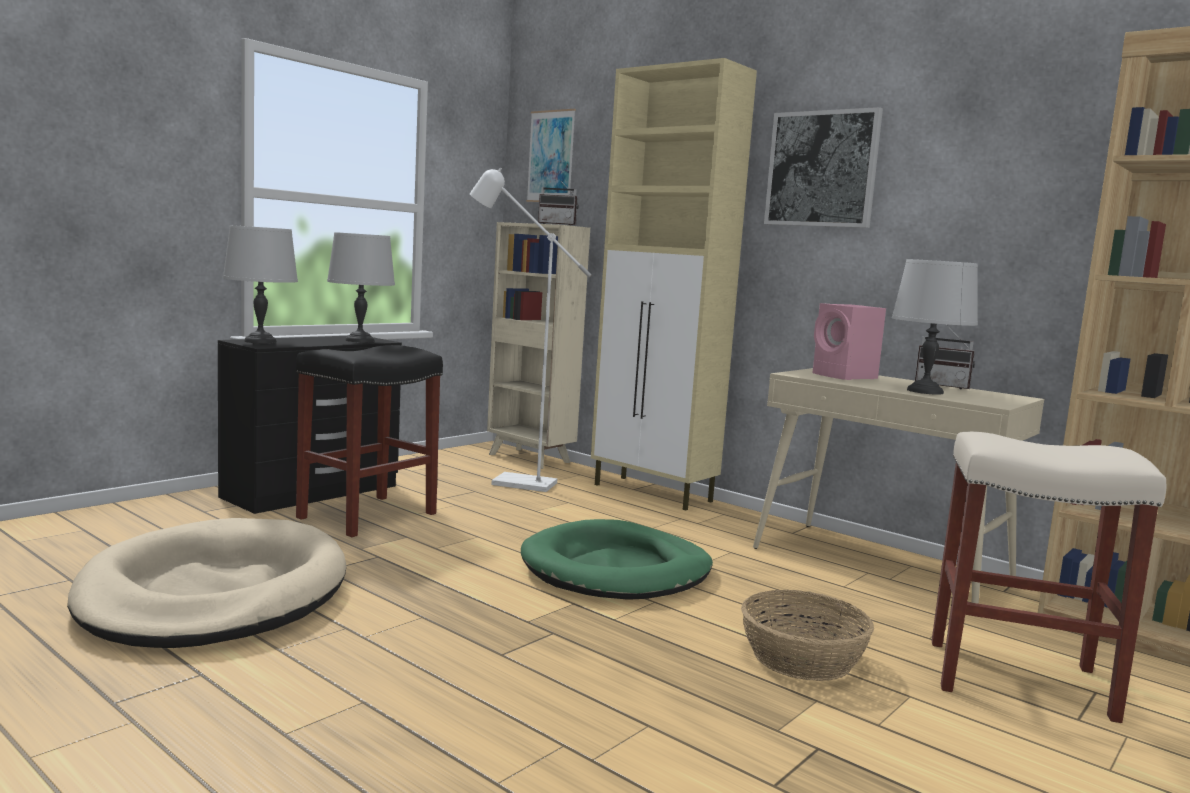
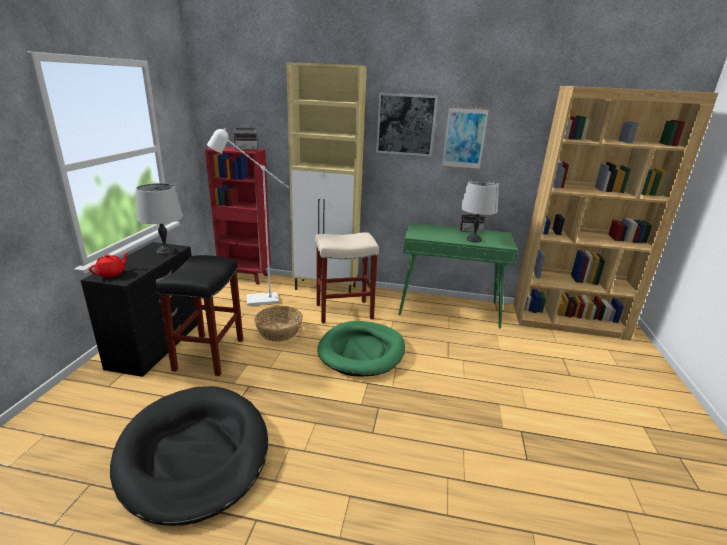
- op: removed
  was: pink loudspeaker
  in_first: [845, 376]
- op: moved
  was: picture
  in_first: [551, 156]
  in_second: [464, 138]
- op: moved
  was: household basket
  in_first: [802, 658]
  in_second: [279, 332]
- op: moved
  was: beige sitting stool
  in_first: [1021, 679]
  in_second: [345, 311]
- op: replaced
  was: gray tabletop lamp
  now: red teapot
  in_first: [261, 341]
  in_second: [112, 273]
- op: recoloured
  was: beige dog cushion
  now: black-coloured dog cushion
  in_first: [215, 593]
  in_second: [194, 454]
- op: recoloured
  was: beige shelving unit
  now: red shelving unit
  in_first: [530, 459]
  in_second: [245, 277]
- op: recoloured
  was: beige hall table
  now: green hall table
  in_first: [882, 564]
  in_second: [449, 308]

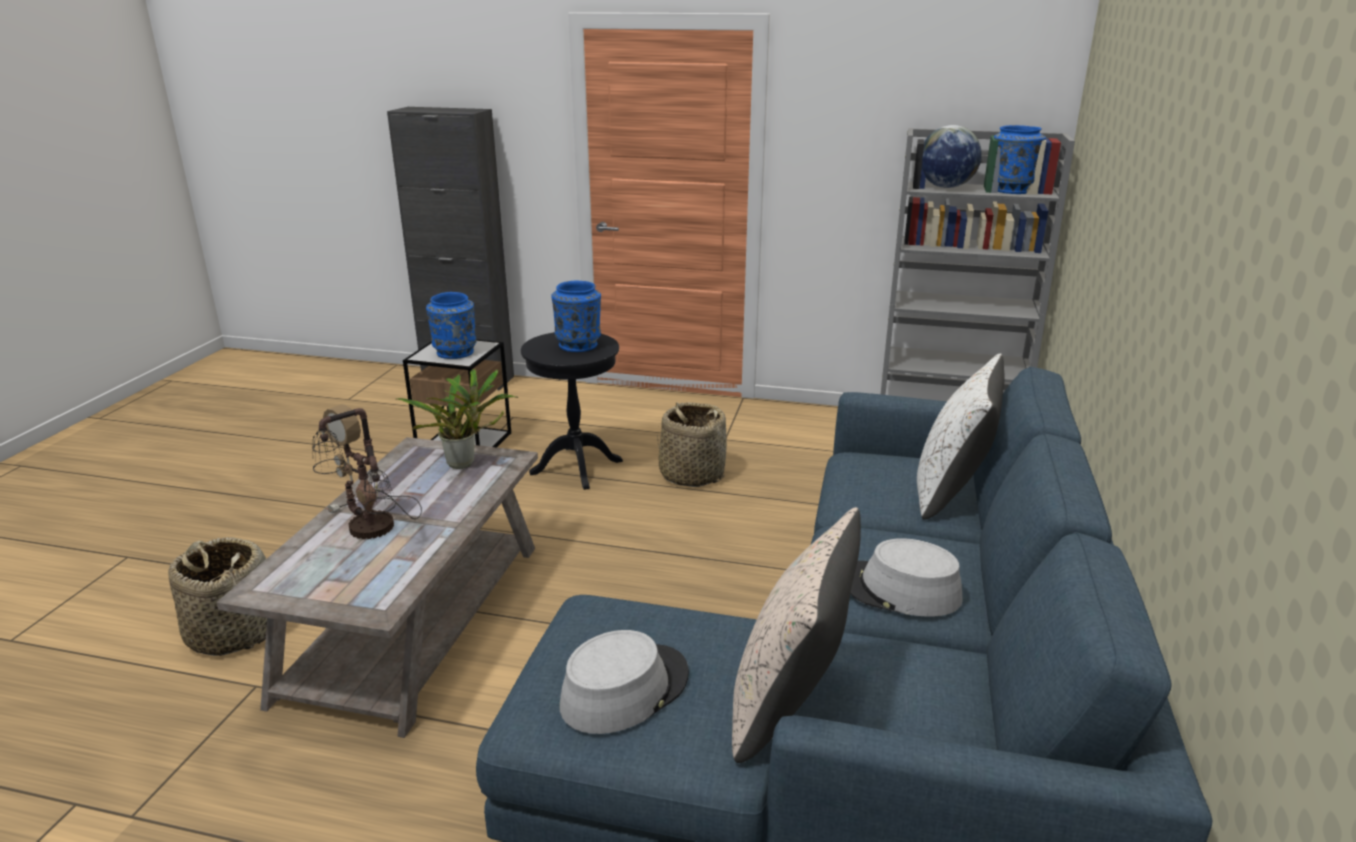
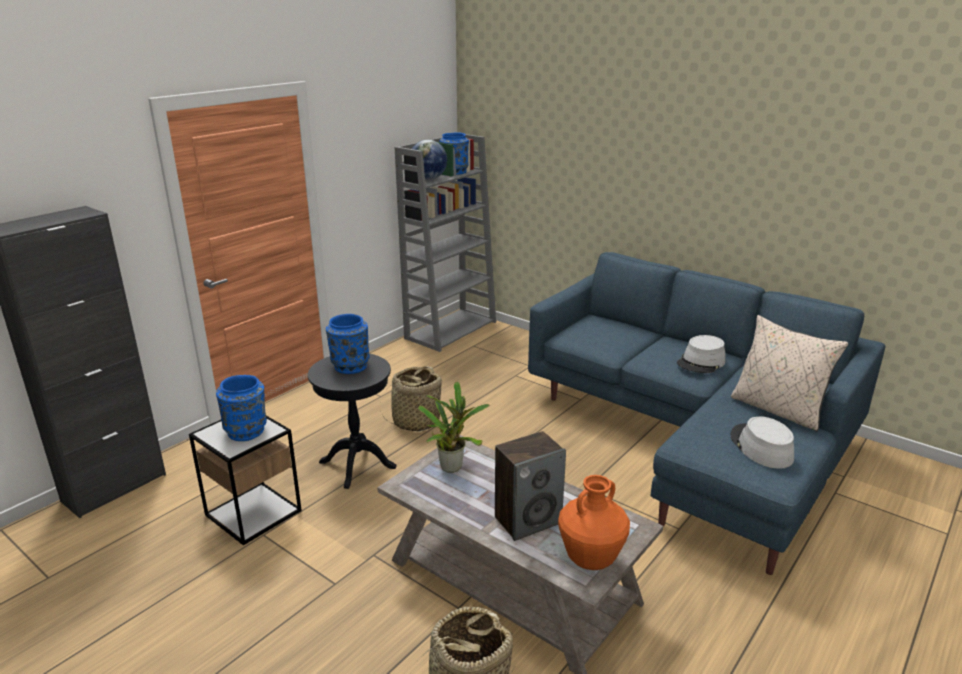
- op: removed
  was: whitish throw pillow
  in_first: [951, 491]
- op: added
  now: orange flower vase
  in_second: [590, 560]
- op: replaced
  was: tabletop lamp
  now: loudspeaker
  in_first: [371, 529]
  in_second: [528, 520]

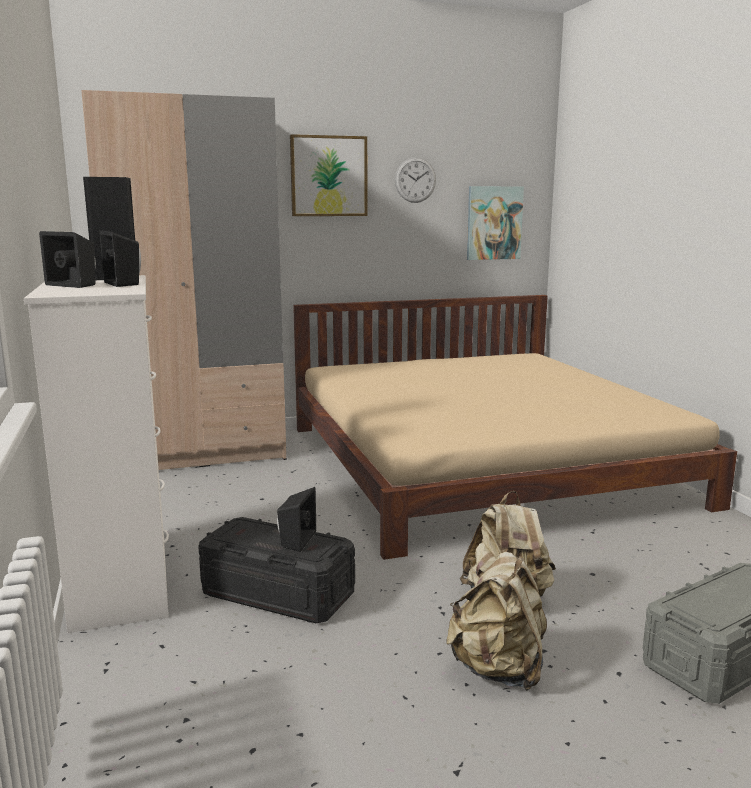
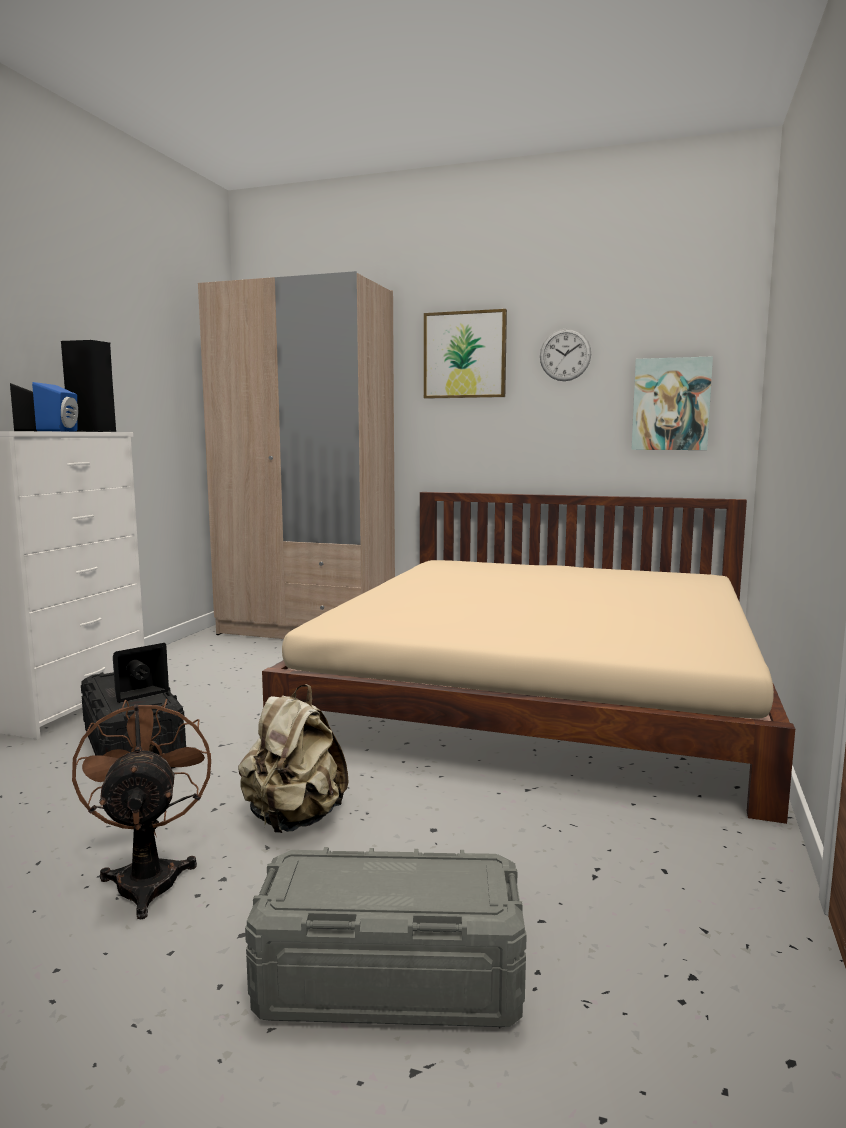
- op: replaced
  was: beige backpack
  now: brownish cooling fan
  in_first: [498, 670]
  in_second: [148, 876]
- op: recoloured
  was: black-coloured loudspeaker
  now: blue loudspeaker
  in_first: [125, 283]
  in_second: [61, 431]

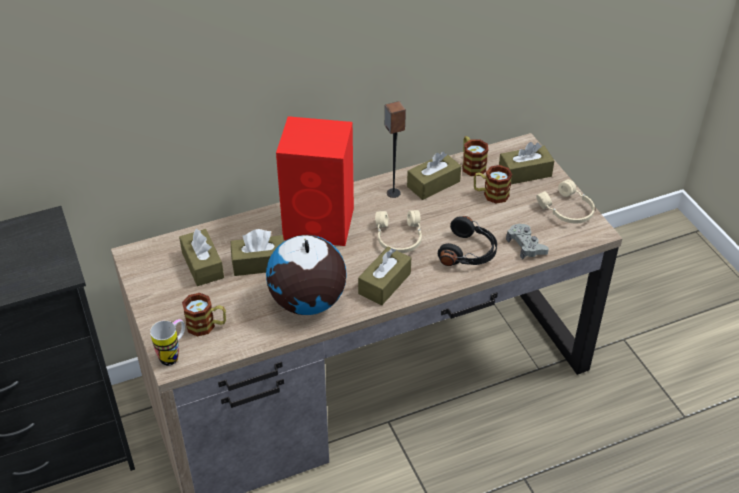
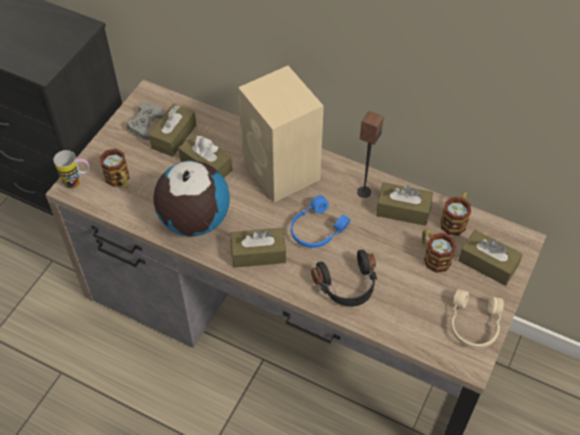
- op: moved
  was: gray gamepad
  in_first: [526, 245]
  in_second: [146, 124]
- op: recoloured
  was: red loudspeaker
  now: beige loudspeaker
  in_first: [321, 224]
  in_second: [282, 172]
- op: recoloured
  was: beige headset
  now: blue headset
  in_first: [398, 238]
  in_second: [316, 229]

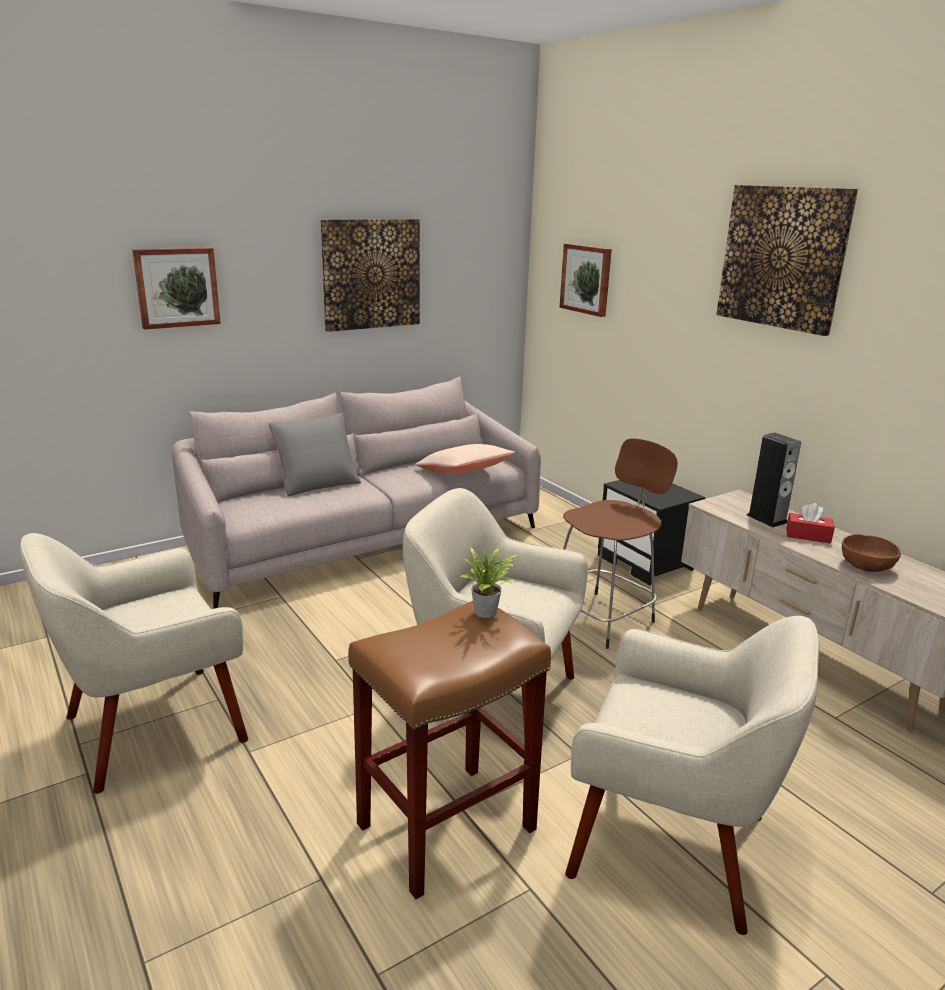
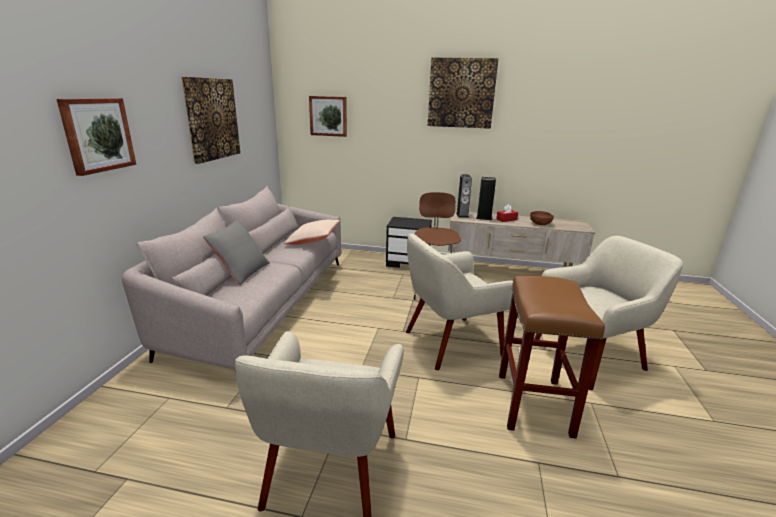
- op: removed
  was: houseplant
  in_first: [488, 612]
- op: added
  now: loudspeaker
  in_second: [462, 215]

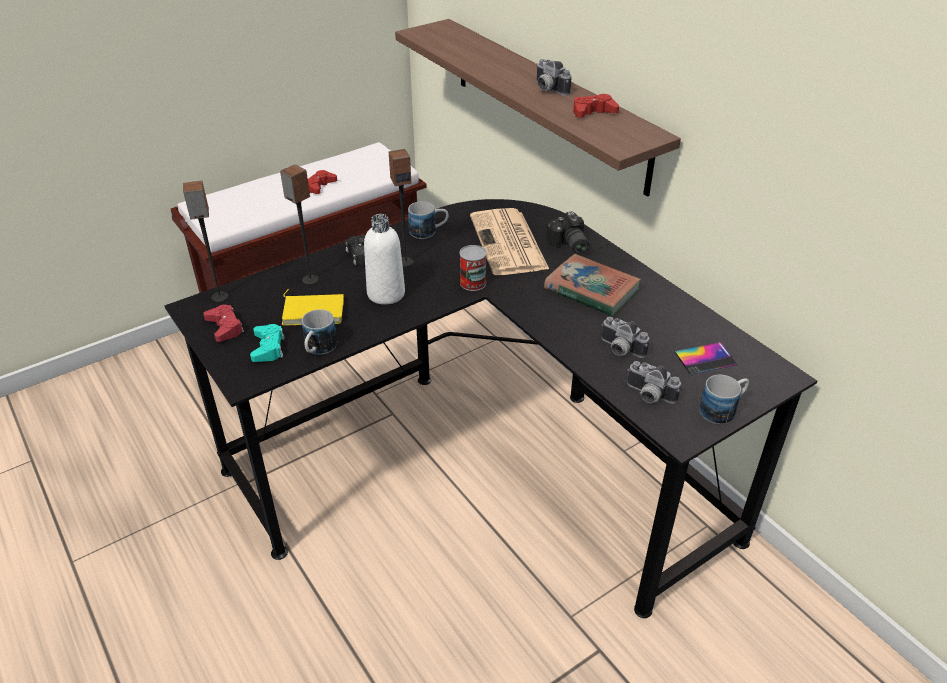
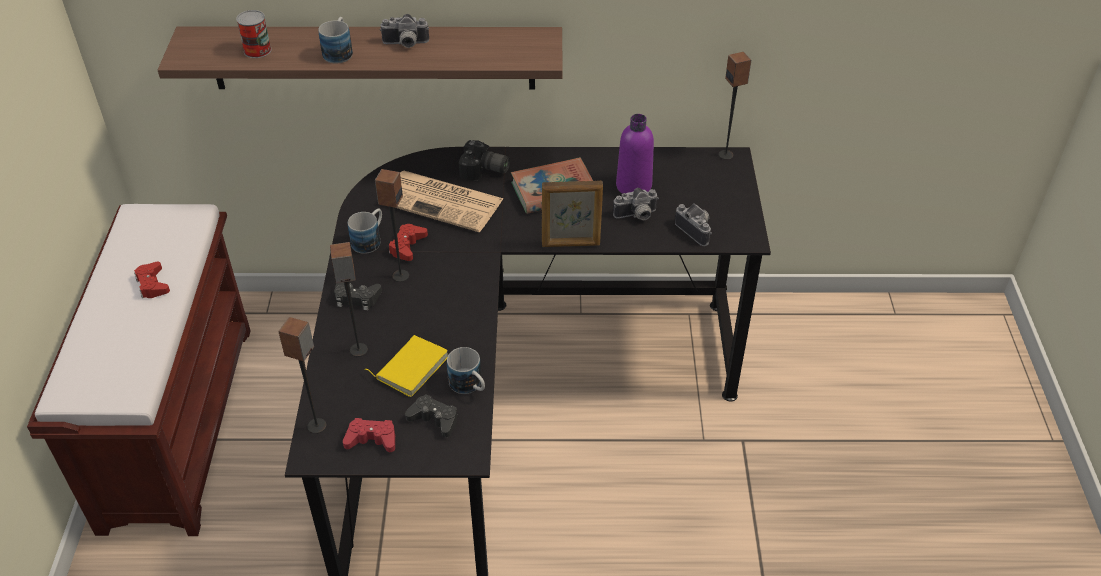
- op: removed
  was: whitish drink bottle
  in_first: [386, 294]
- op: removed
  was: handset
  in_first: [705, 358]
- op: added
  now: photo frame
  in_second: [571, 244]
- op: added
  now: purplish drink bottle
  in_second: [633, 186]
- op: added
  now: loudspeaker
  in_second: [726, 155]
- op: moved
  was: can
  in_first: [473, 283]
  in_second: [257, 50]
- op: moved
  was: red gamepad
  in_first: [593, 112]
  in_second: [407, 246]
- op: moved
  was: mug
  in_first: [723, 409]
  in_second: [339, 51]
- op: recoloured
  was: turquoise-coloured gamepad
  now: black-coloured gamepad
  in_first: [268, 347]
  in_second: [434, 419]
- op: turned
  was: photo camera
  in_first: [648, 396]
  in_second: [697, 230]
  clockwise: -105

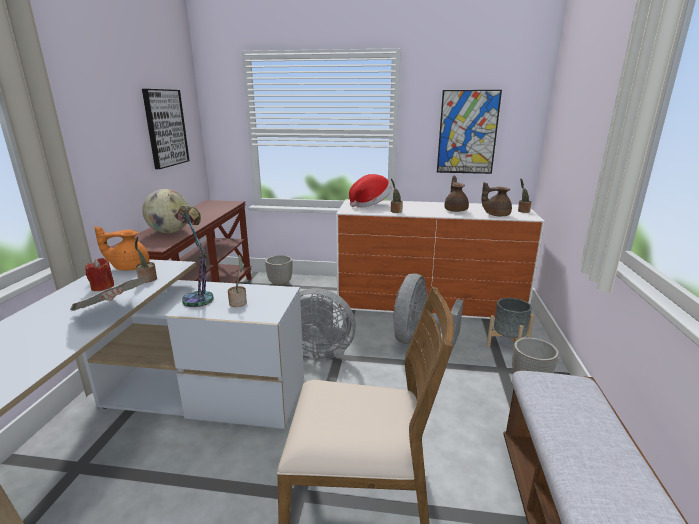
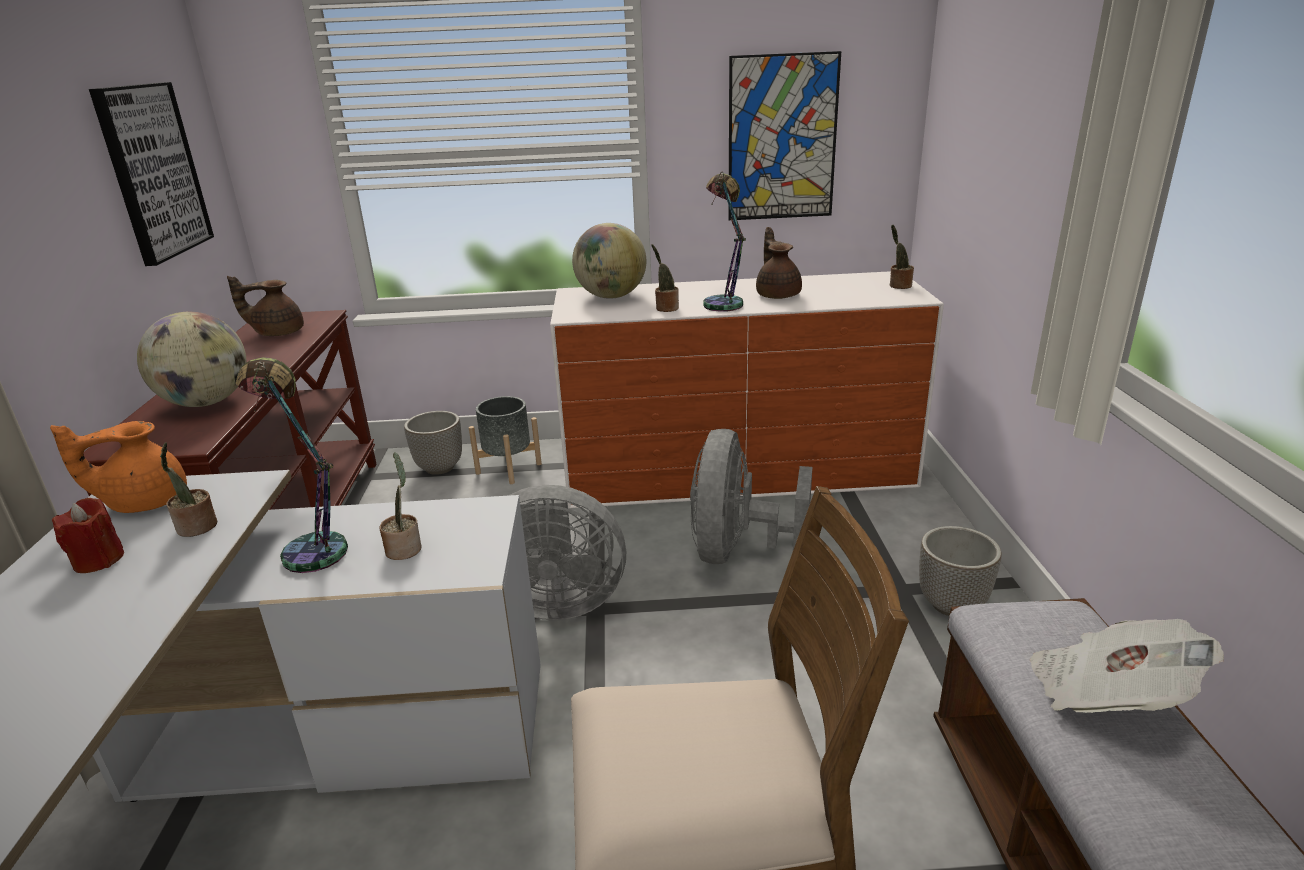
- op: added
  now: tabletop lamp
  in_second: [724, 301]
- op: moved
  was: newspaper
  in_first: [112, 312]
  in_second: [1107, 694]
- op: moved
  was: brownish teapot
  in_first: [495, 215]
  in_second: [278, 333]
- op: moved
  was: gray flower pot
  in_first: [507, 345]
  in_second: [508, 468]
- op: replaced
  was: clothing hat
  now: globe
  in_first: [370, 204]
  in_second: [611, 296]

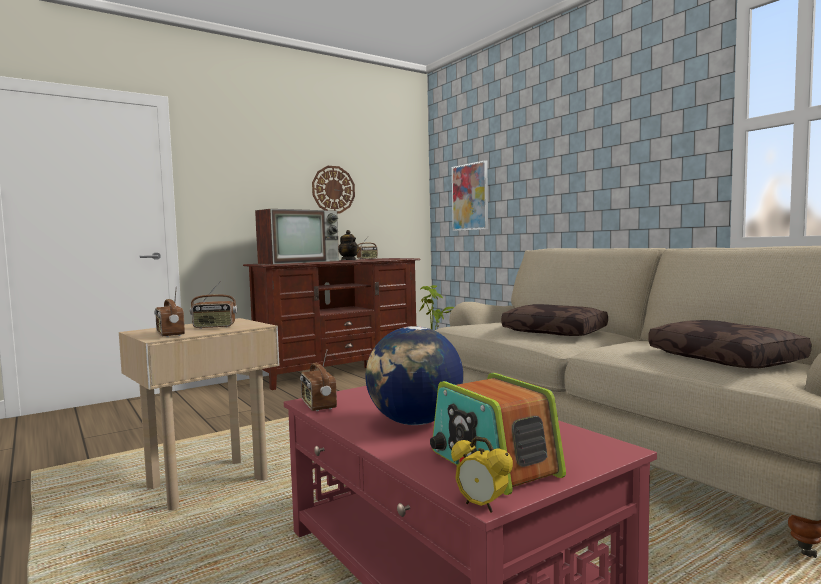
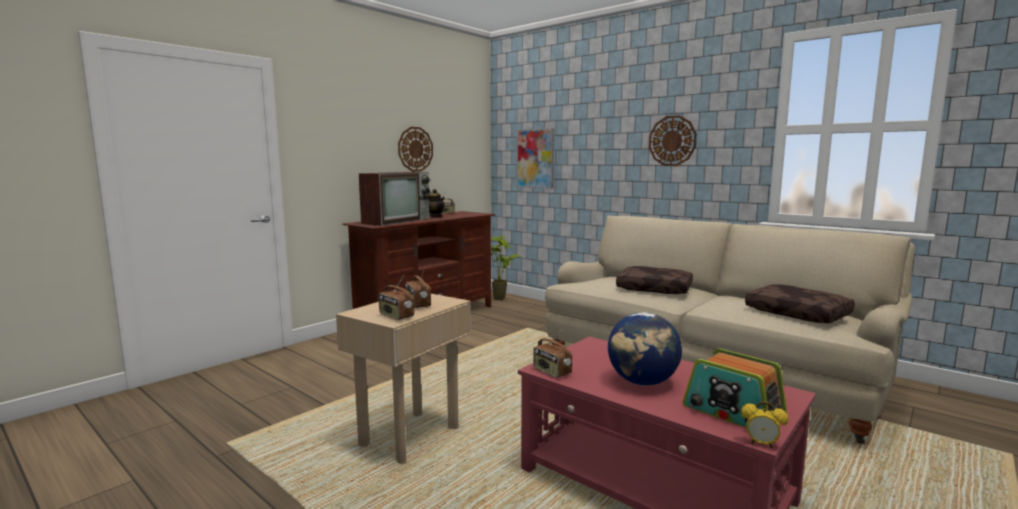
- op: added
  now: clock on the wall
  in_second: [672, 141]
- op: turned
  was: radio receiver
  in_first: [214, 327]
  in_second: [418, 304]
  clockwise: 90

